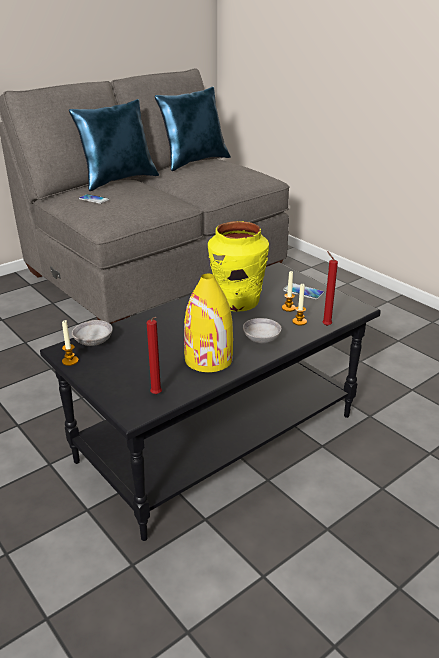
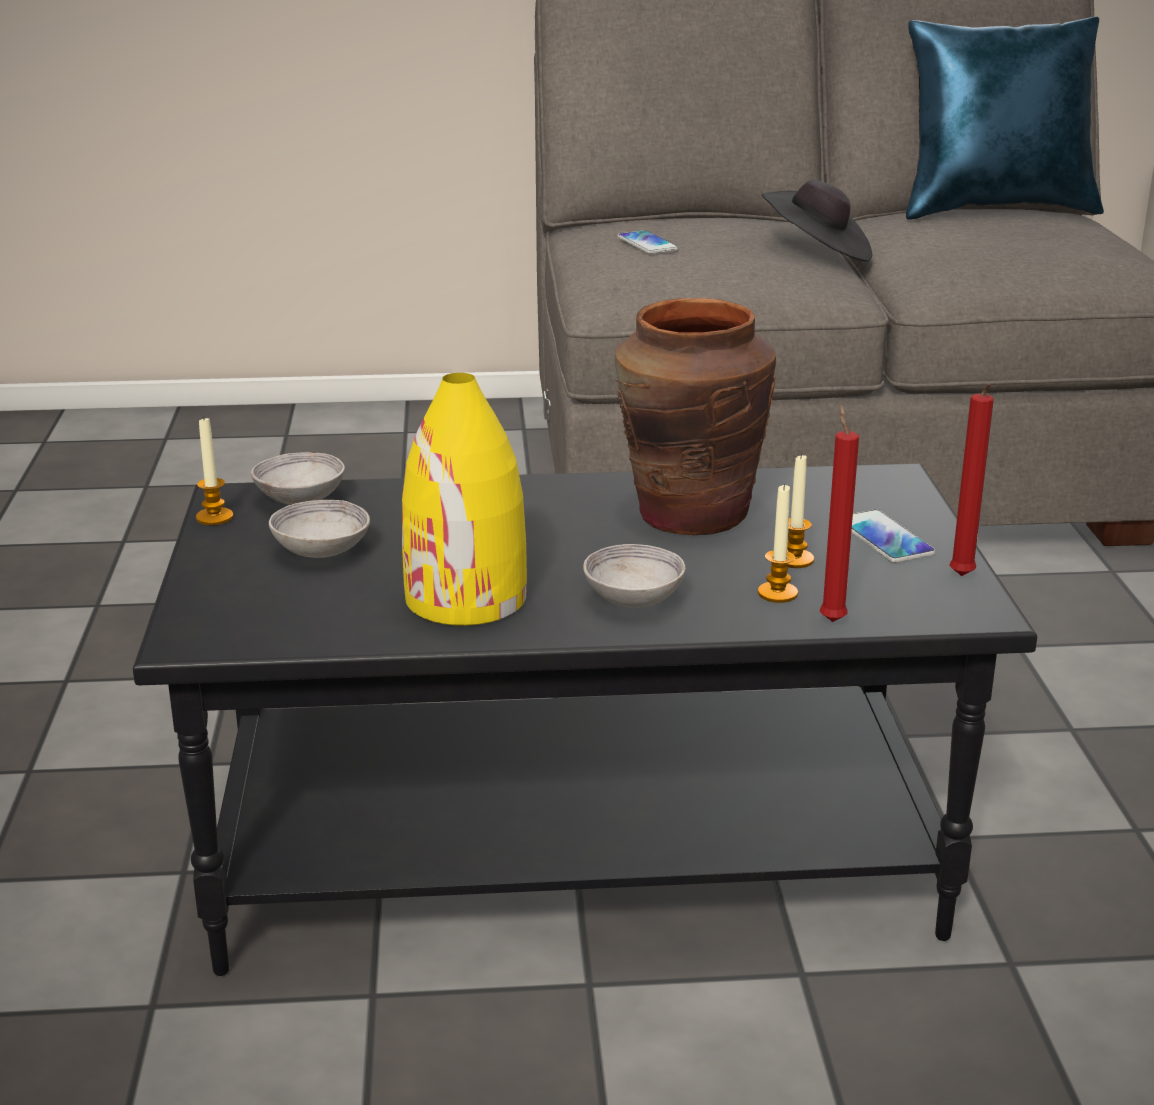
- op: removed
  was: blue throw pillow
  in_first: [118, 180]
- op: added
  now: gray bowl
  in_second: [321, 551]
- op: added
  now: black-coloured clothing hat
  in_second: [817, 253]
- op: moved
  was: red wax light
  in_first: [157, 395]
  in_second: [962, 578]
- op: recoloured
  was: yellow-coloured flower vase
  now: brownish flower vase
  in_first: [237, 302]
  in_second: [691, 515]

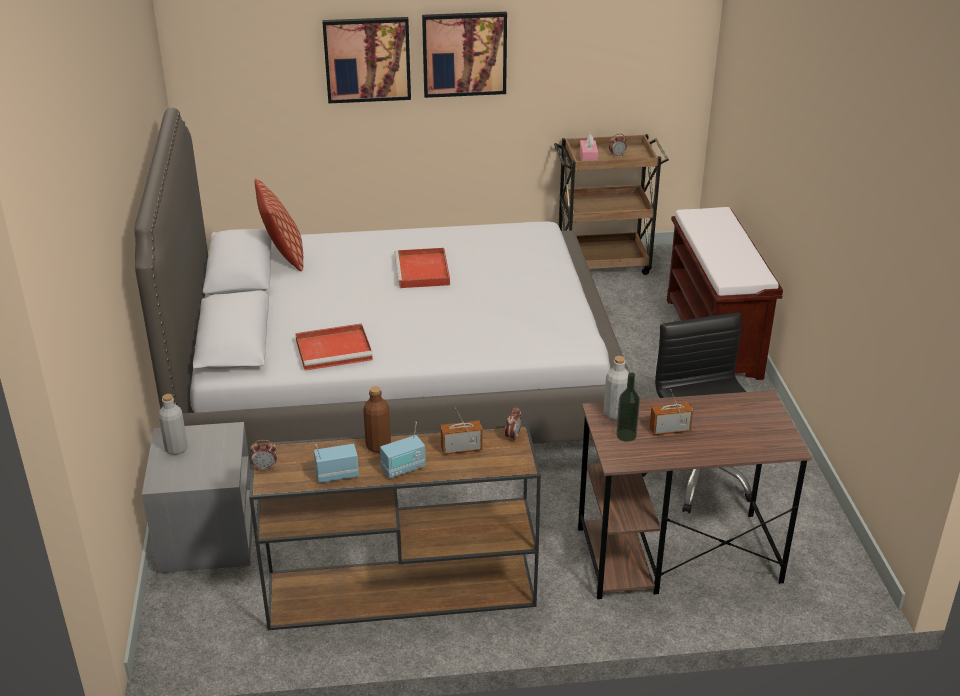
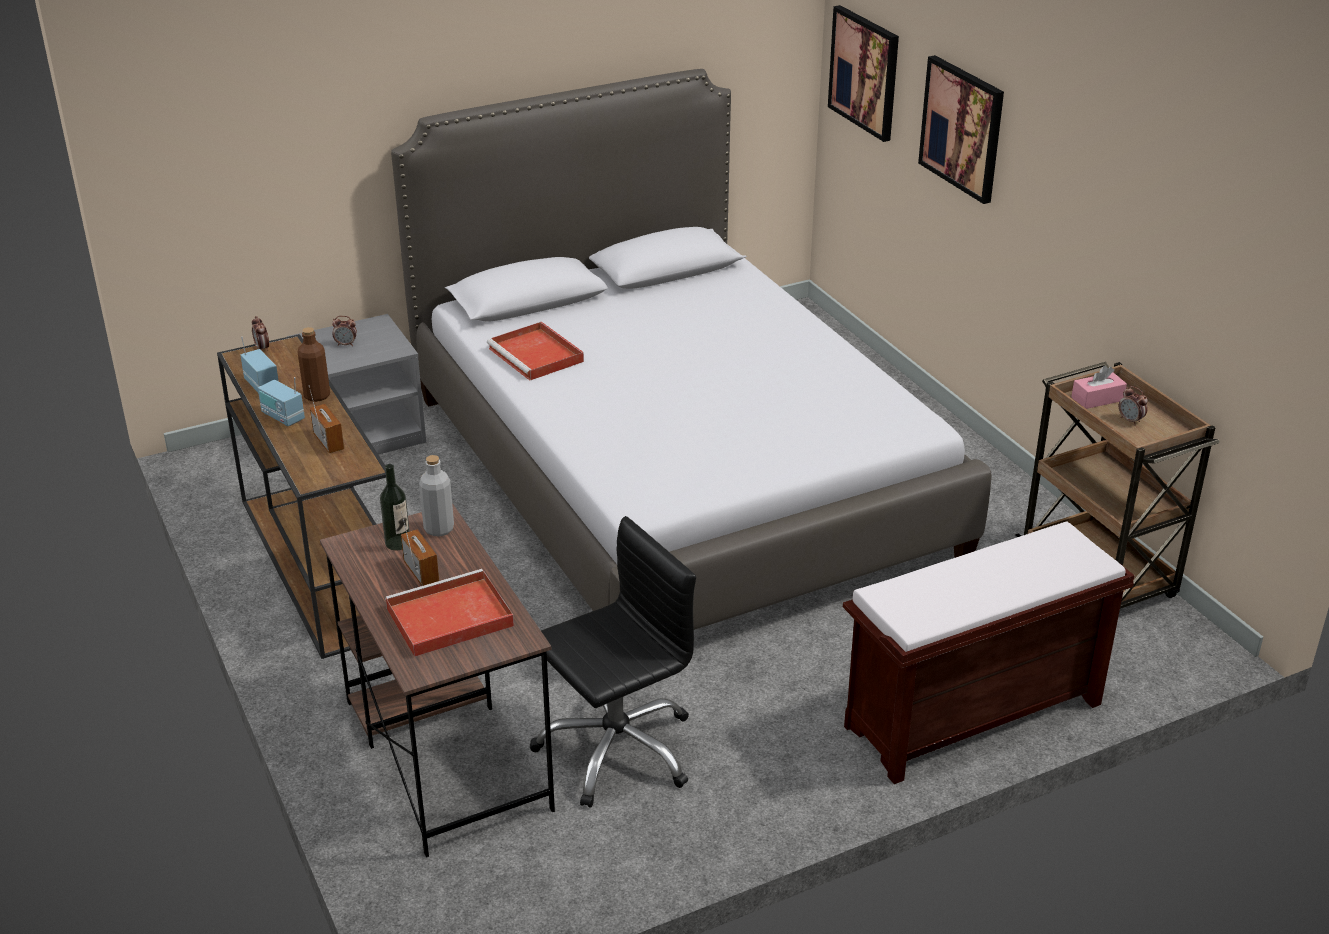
- op: removed
  was: gray drink bottle
  in_first: [176, 448]
- op: removed
  was: throw pillow
  in_first: [283, 256]
- op: moved
  was: red tray
  in_first: [423, 272]
  in_second: [447, 618]
- op: moved
  was: picture
  in_first: [464, 54]
  in_second: [865, 72]
- op: moved
  was: alarm clock
  in_first: [513, 436]
  in_second: [346, 344]

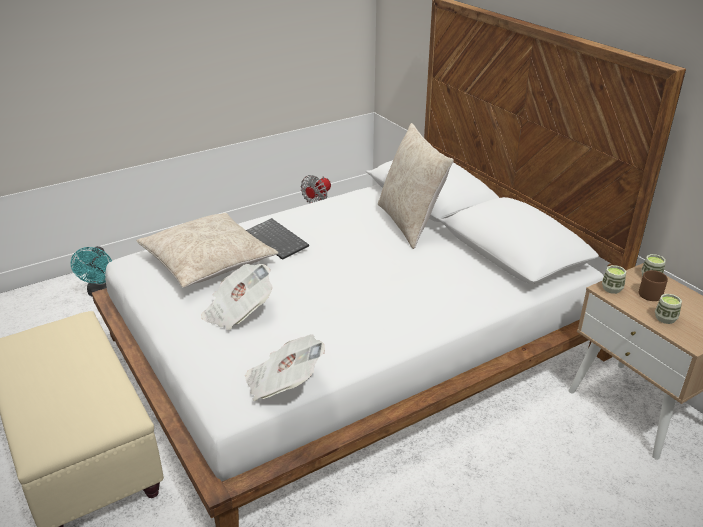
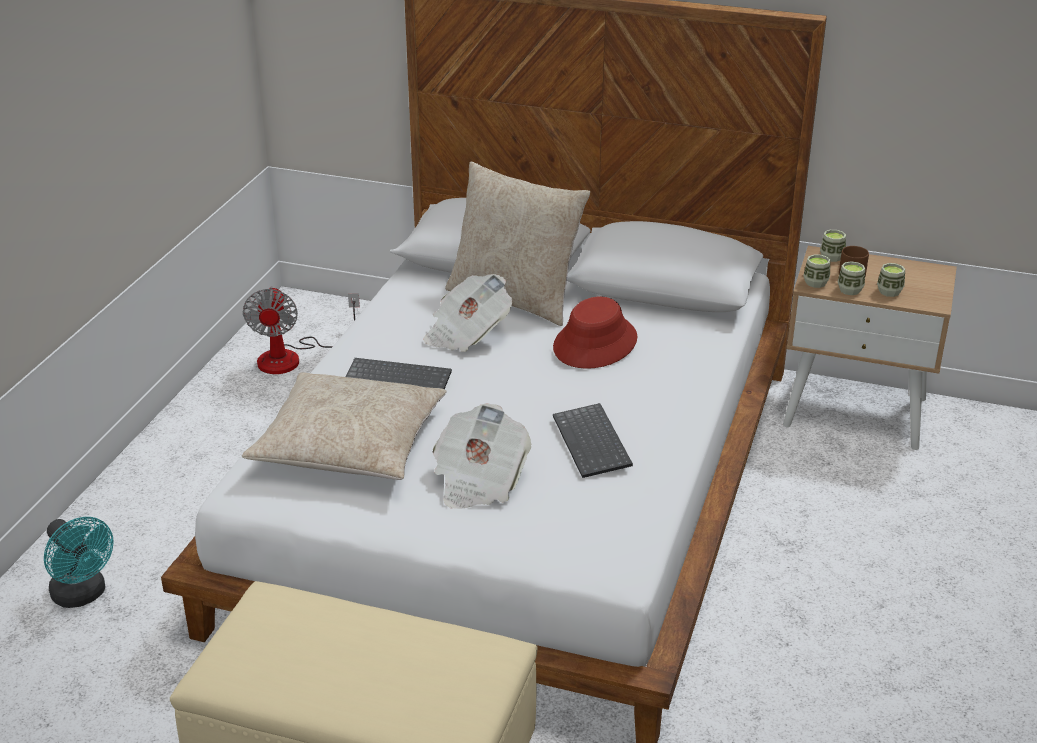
- op: added
  now: red clothing hat
  in_second: [595, 343]
- op: added
  now: keyboard
  in_second: [594, 443]
- op: added
  now: small cup
  in_second: [850, 290]
- op: moved
  was: newspaper
  in_first: [283, 383]
  in_second: [466, 334]

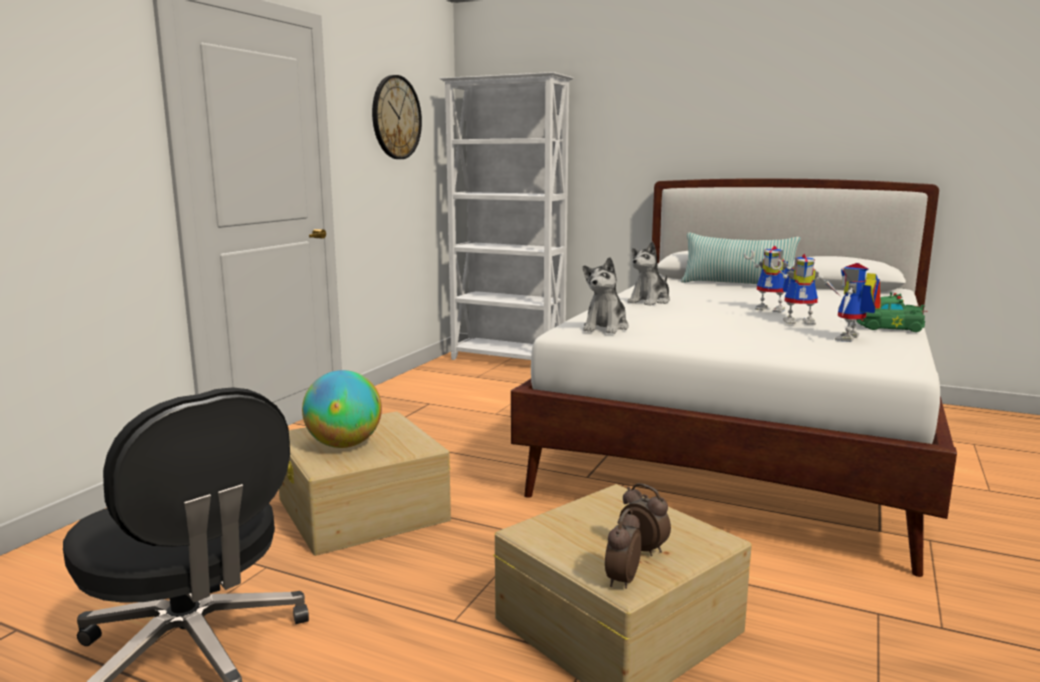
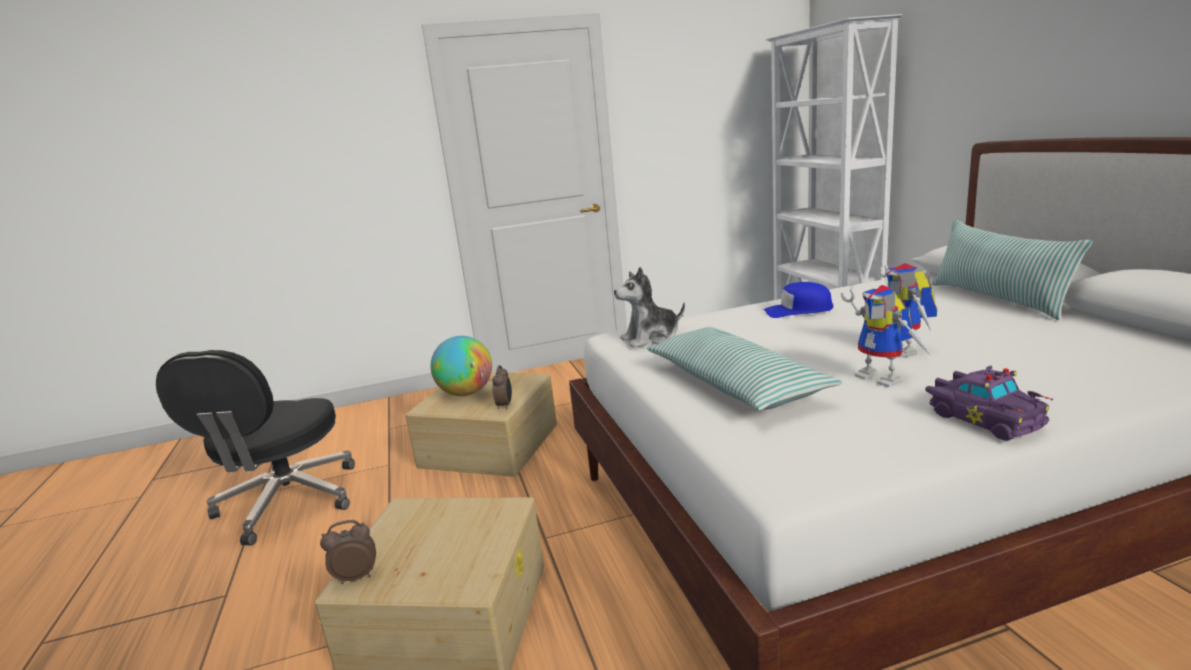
- op: removed
  was: clock on the wall
  in_first: [396, 117]
- op: removed
  was: model robot
  in_first: [852, 339]
- op: added
  now: throw pillow
  in_second: [735, 384]
- op: moved
  was: alarm clock
  in_first: [644, 549]
  in_second: [505, 405]
- op: replaced
  was: plush toy
  now: blue cap
  in_first: [650, 301]
  in_second: [798, 310]
- op: recoloured
  was: green model car
  now: purplish model car
  in_first: [886, 327]
  in_second: [983, 418]

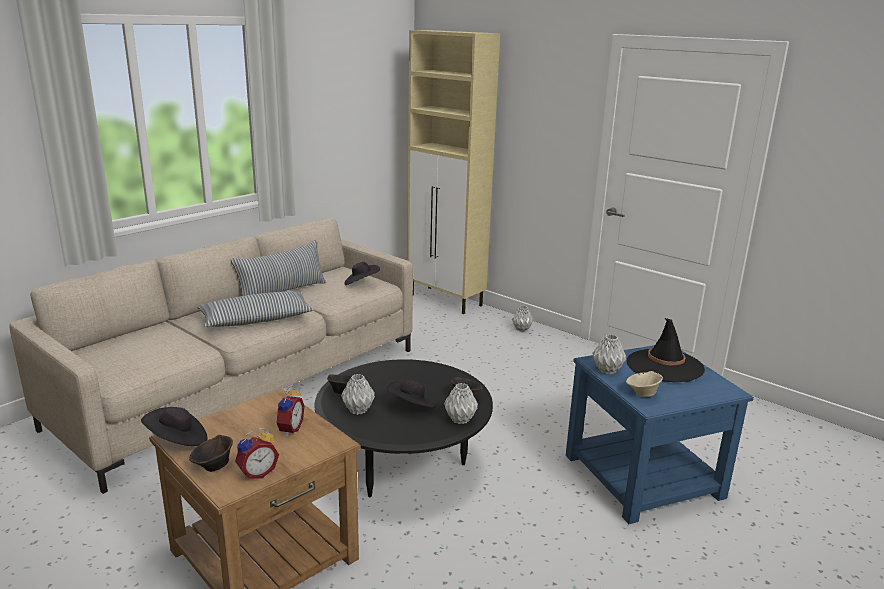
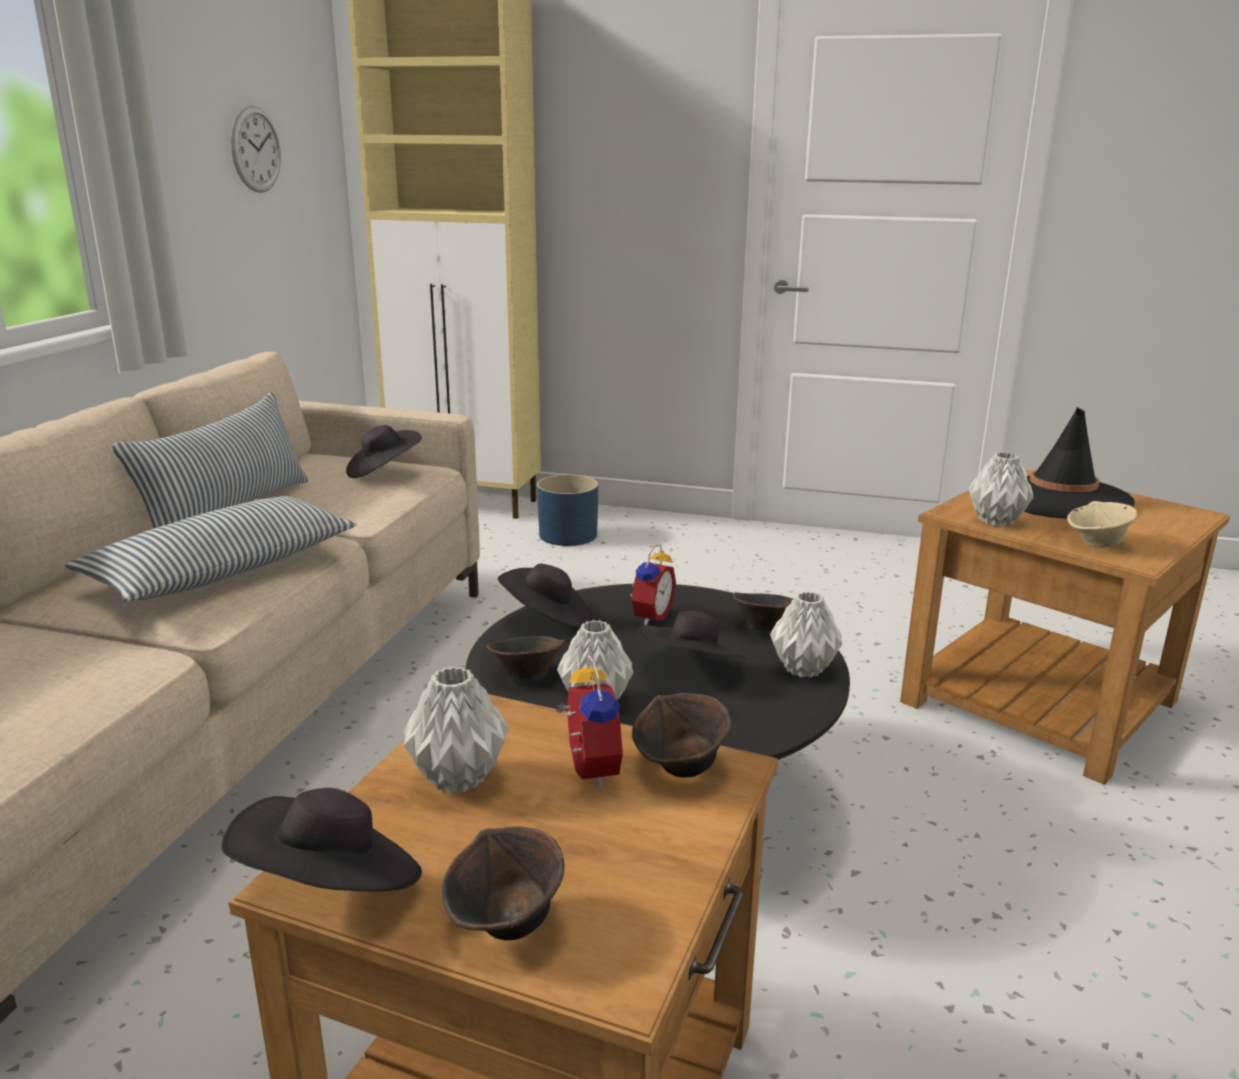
- op: added
  now: clock on the wall
  in_second: [256, 149]
- op: added
  now: black-coloured clothing hat
  in_second: [548, 620]
- op: added
  now: blue flower pot
  in_second: [568, 535]
- op: added
  now: brownish bowl
  in_second: [681, 767]
- op: moved
  was: alarm clock
  in_first: [257, 473]
  in_second: [649, 616]
- op: moved
  was: gray flower vase
  in_first: [521, 329]
  in_second: [456, 777]
- op: recoloured
  was: blue side table
  now: brownish side table
  in_first: [643, 476]
  in_second: [1039, 701]

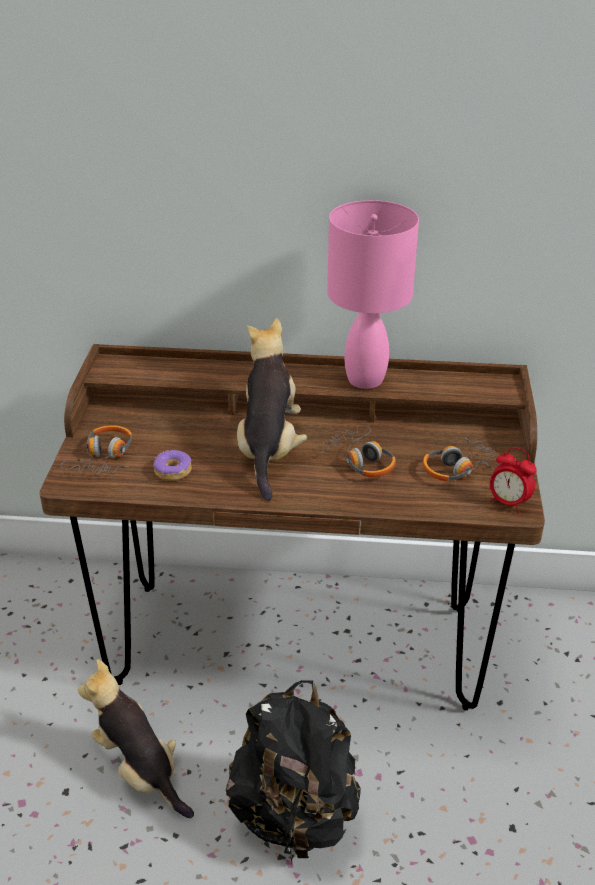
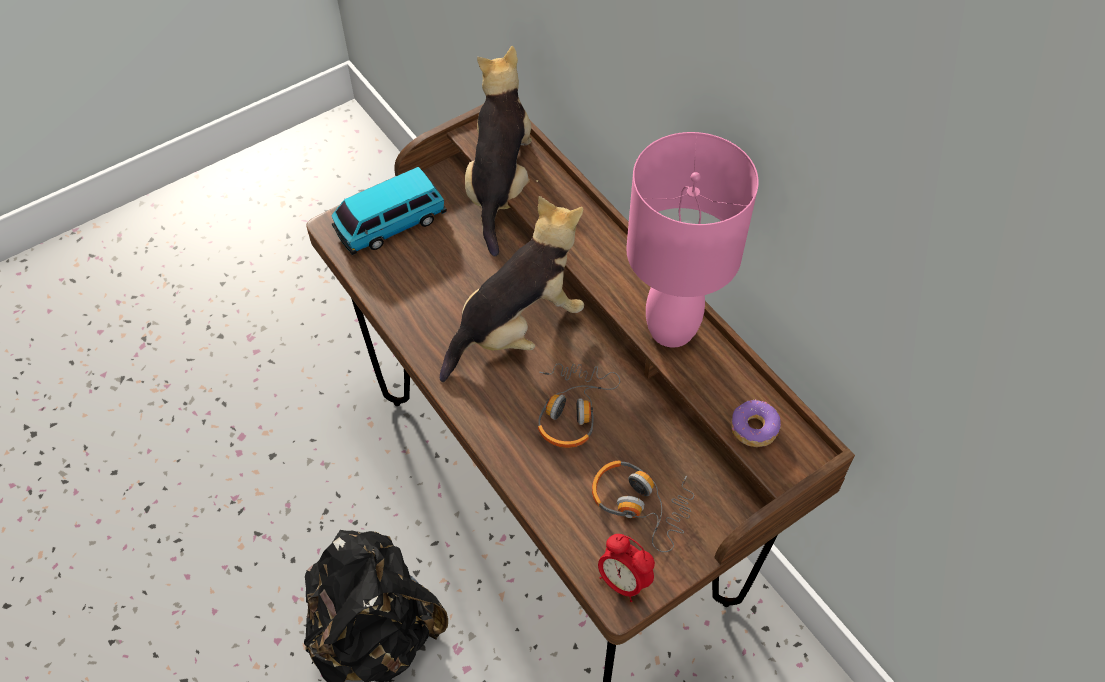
- op: moved
  was: plush toy
  in_first: [140, 769]
  in_second: [502, 187]
- op: moved
  was: doughnut
  in_first: [172, 471]
  in_second: [753, 428]
- op: replaced
  was: headset
  now: model car
  in_first: [104, 458]
  in_second: [390, 224]
- op: turned
  was: alarm clock
  in_first: [508, 503]
  in_second: [623, 581]
  clockwise: -45

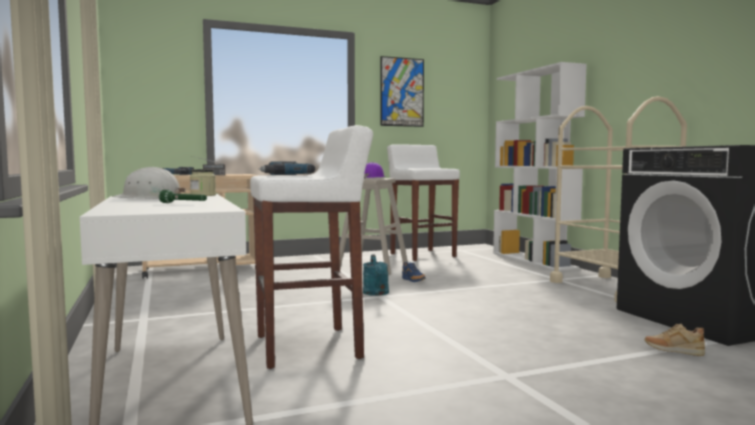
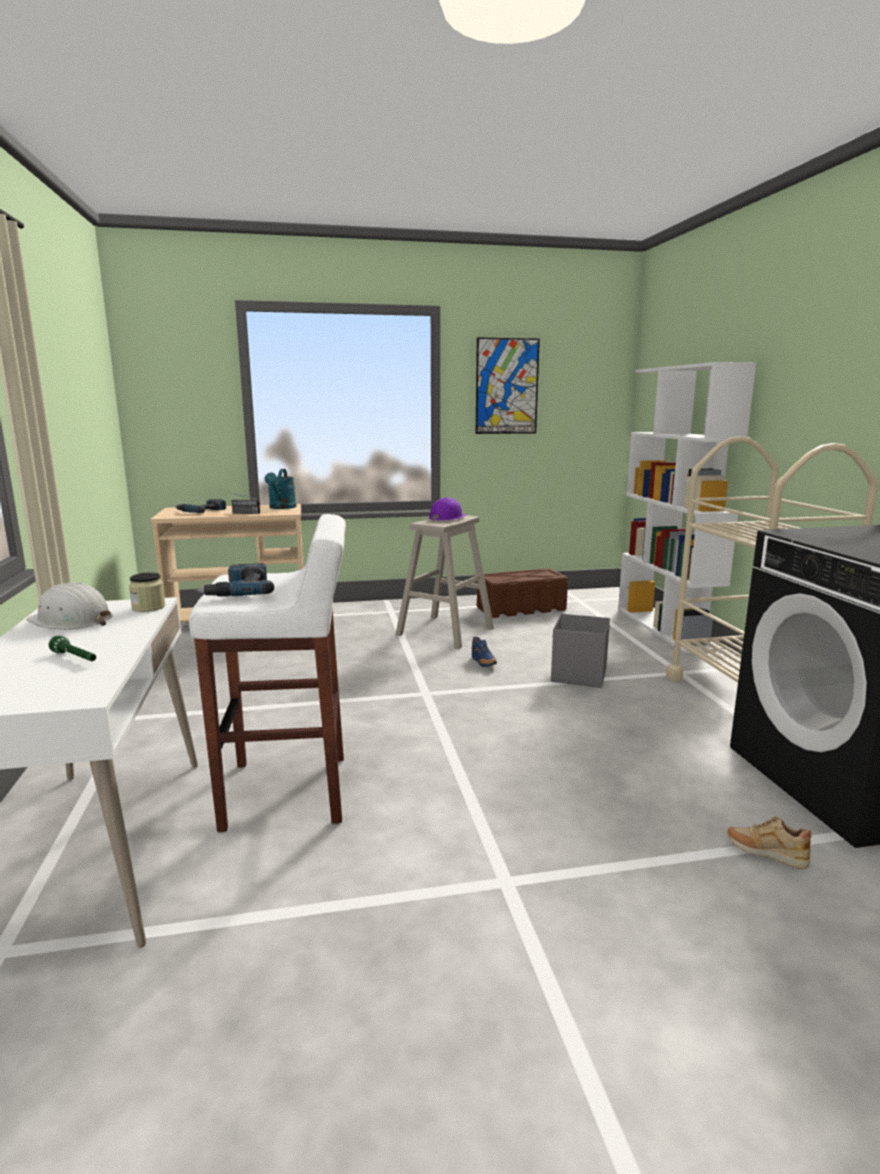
- op: added
  now: gray storage bin
  in_second: [578, 675]
- op: moved
  was: turquoise-coloured watering pot
  in_first: [376, 293]
  in_second: [281, 508]
- op: replaced
  was: whitish sitting stool
  now: brownish storage bin
  in_first: [422, 255]
  in_second: [521, 608]

